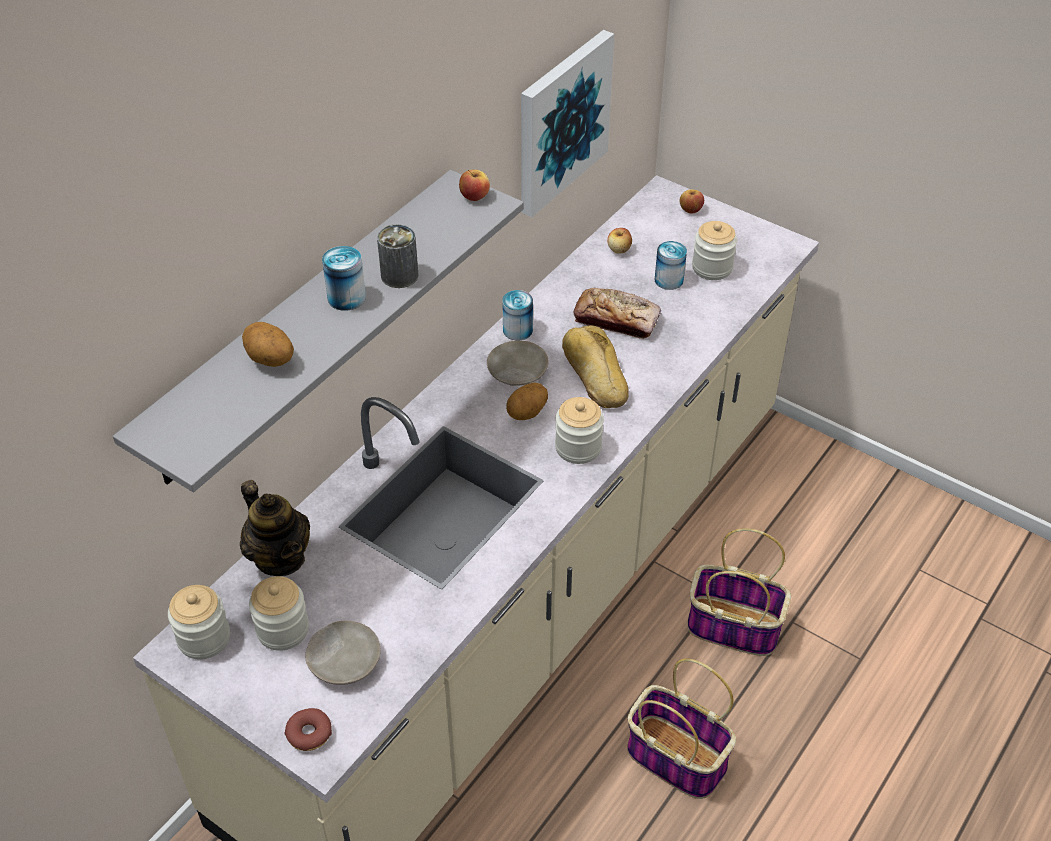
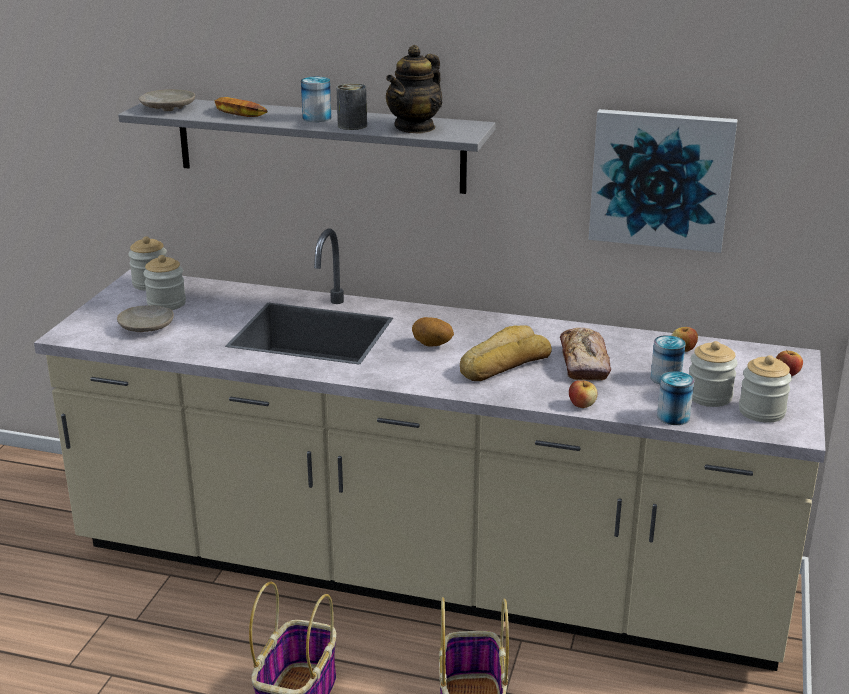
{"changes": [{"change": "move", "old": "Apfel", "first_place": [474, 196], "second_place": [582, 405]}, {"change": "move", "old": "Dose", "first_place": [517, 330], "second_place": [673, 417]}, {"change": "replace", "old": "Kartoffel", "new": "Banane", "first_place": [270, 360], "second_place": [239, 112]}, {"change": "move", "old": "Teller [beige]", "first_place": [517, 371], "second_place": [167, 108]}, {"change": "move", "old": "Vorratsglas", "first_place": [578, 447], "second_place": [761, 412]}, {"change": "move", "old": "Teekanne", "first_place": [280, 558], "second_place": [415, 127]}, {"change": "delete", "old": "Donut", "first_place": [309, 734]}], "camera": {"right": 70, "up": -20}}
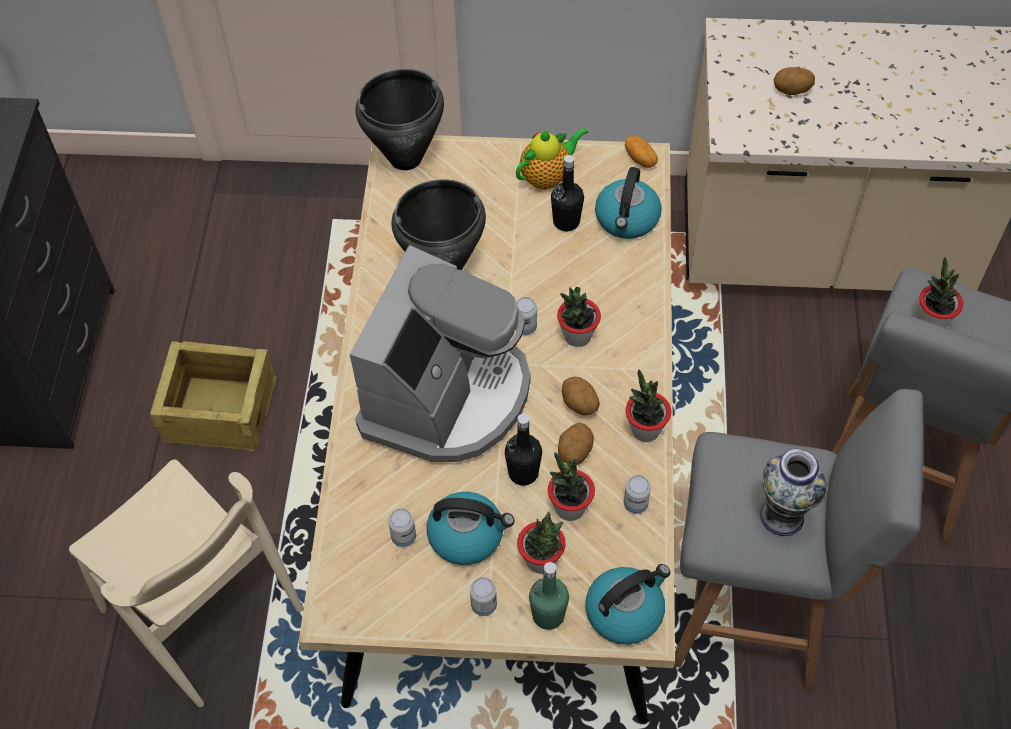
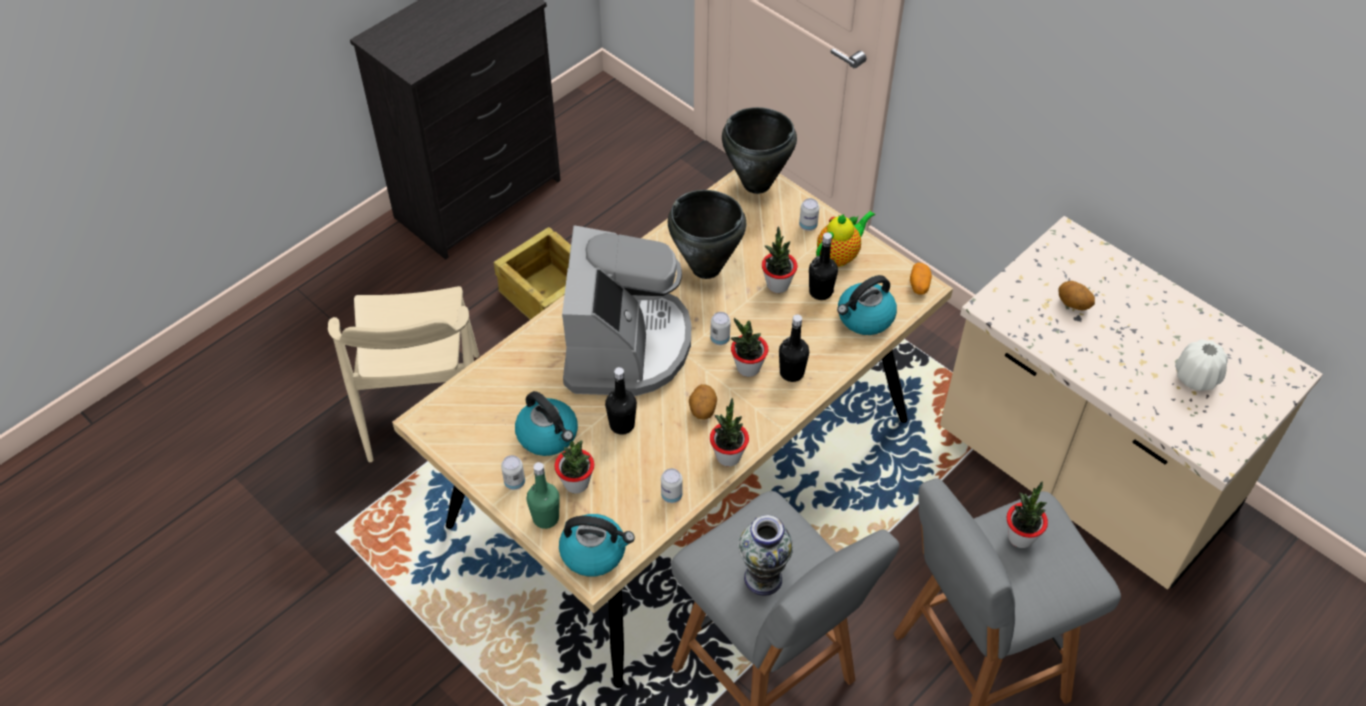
{"changes": [{"change": "rotate", "old": "Teekanne", "first_place": [548, 176], "second_place": [840, 255], "degrees": -45}, {"change": "rotate", "old": "Kaffeemaschine", "first_place": [447, 395], "second_place": [625, 345], "degrees": -60}, {"change": "delete", "old": "Kartoffel", "first_place": [574, 452]}, {"change": "move", "old": "Topfpflanze", "first_place": [569, 508], "second_place": [777, 285]}, {"change": "move", "old": "Dose", "first_place": [403, 537], "second_place": [808, 225]}, {"change": "insert", "new": "Flasche [schwarz]", "second_place": [791, 373]}, {"change": "insert", "new": "Vase [weiß]", "second_place": [1196, 377]}], "camera": {"right": 40, "up": -5}}
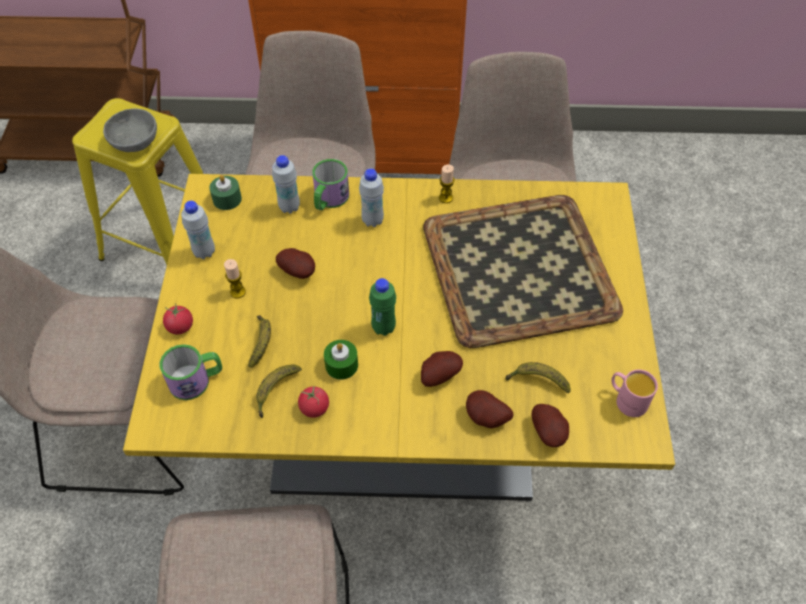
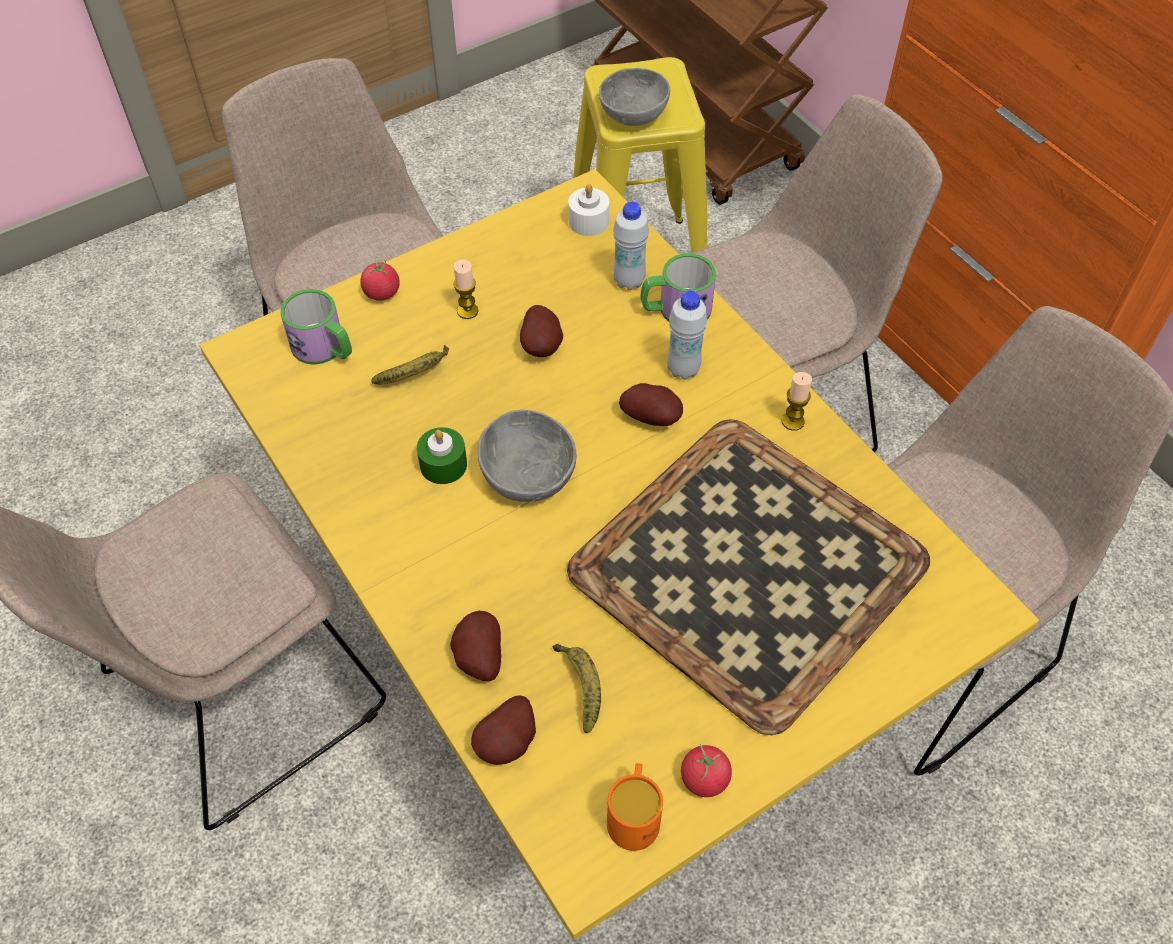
{"changes": [{"change": "recolor", "old": "Kerze [grün]", "new": "Kerze [weiß]", "first_place": [227, 199], "second_place": [588, 221]}, {"change": "delete", "old": "Flasche [weiß]", "first_place": [204, 252]}, {"change": "replace", "old": "Flasche [grün]", "new": "Schüssel [grau]", "first_place": [383, 328], "second_place": [529, 474]}, {"change": "move", "old": "Kartoffel", "first_place": [438, 375], "second_place": [652, 417]}, {"change": "delete", "old": "Banane", "first_place": [275, 391]}, {"change": "recolor", "old": "Henkelbecher [rosa]", "new": "Henkelbecher [orange]", "first_place": [626, 400], "second_place": [634, 815]}, {"change": "move", "old": "Tomate", "first_place": [314, 408], "second_place": [704, 779]}], "camera": {"right": 55, "up": 0}}
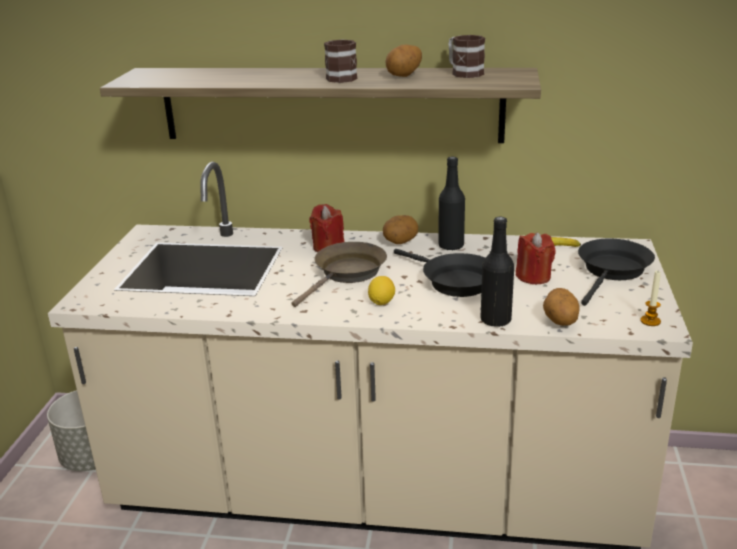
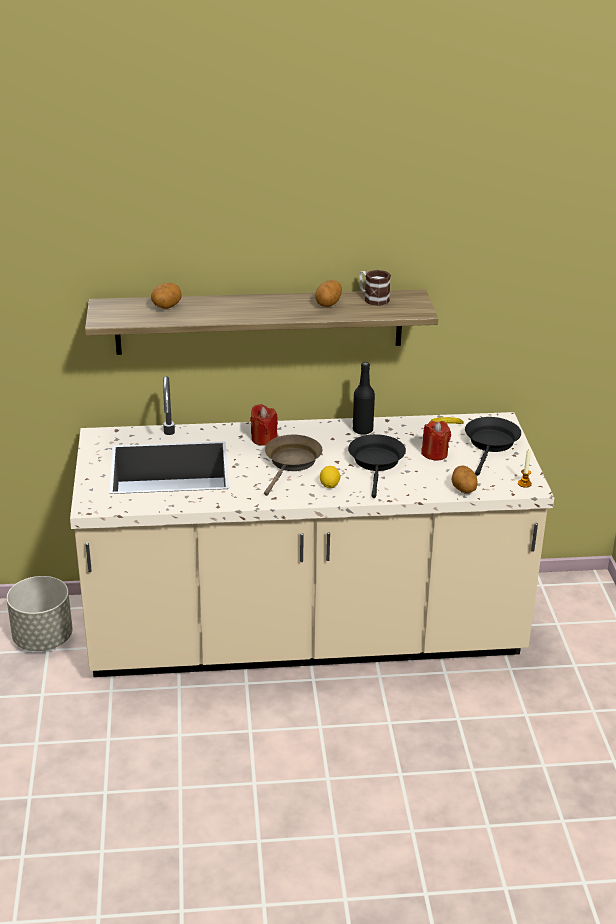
{"changes": [{"change": "delete", "old": "Henkelbecher", "first_place": [342, 77]}, {"change": "move", "old": "Kartoffel", "first_place": [400, 242], "second_place": [166, 307]}, {"change": "delete", "old": "Flasche [schwarz]", "first_place": [495, 320]}, {"change": "rotate", "old": "Pfanne [schwarz]", "first_place": [454, 281], "second_place": [376, 463], "degrees": -120}], "camera": {"right": -15, "up": 5}}
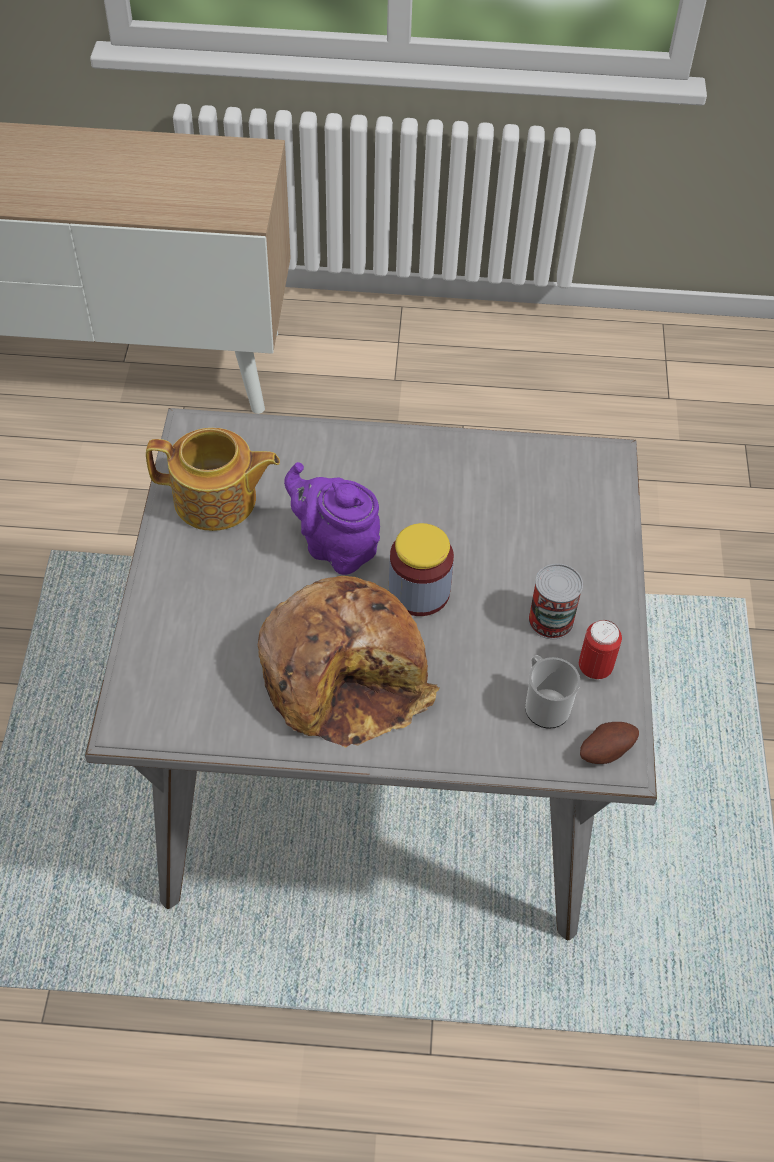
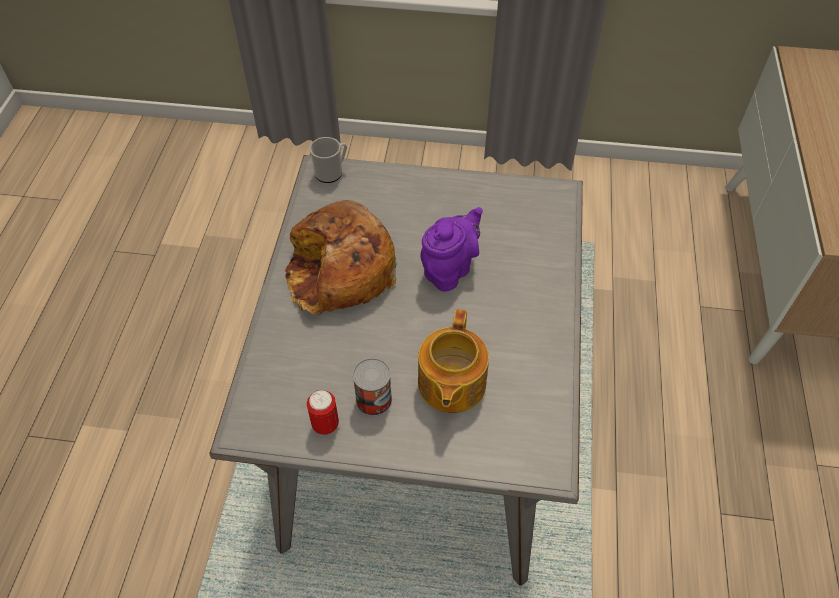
{"changes": [{"change": "move", "old": "Teekanne", "first_place": [217, 500], "second_place": [450, 385]}, {"change": "delete", "old": "Vorratsglas", "first_place": [419, 592]}, {"change": "move", "old": "Henkelbecher", "first_place": [544, 705], "second_place": [331, 172]}, {"change": "delete", "old": "Kartoffel", "first_place": [605, 750]}], "camera": {"right": 95, "up": 0}}
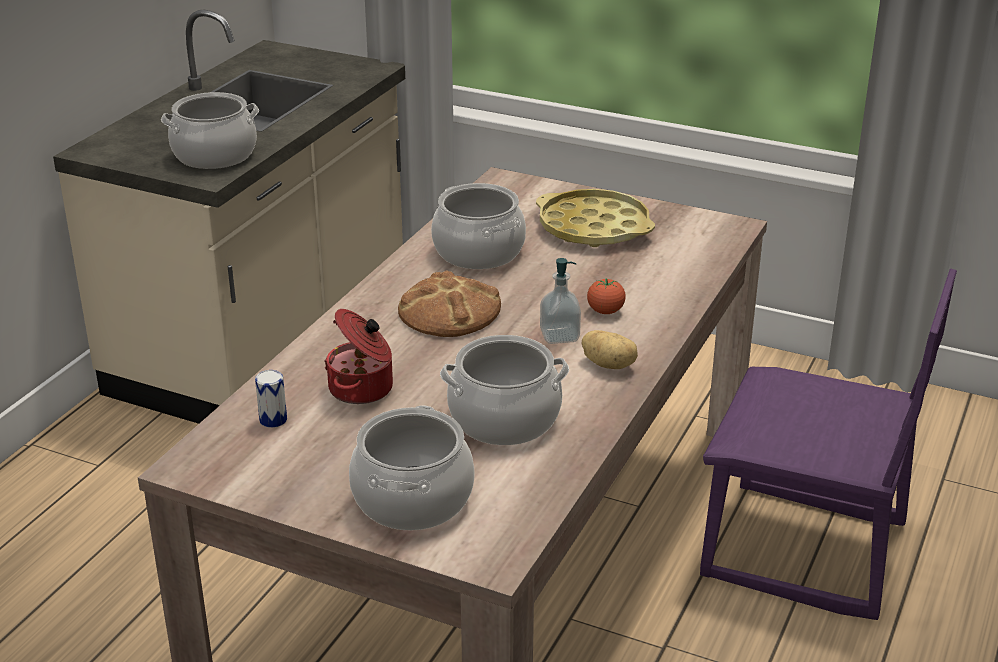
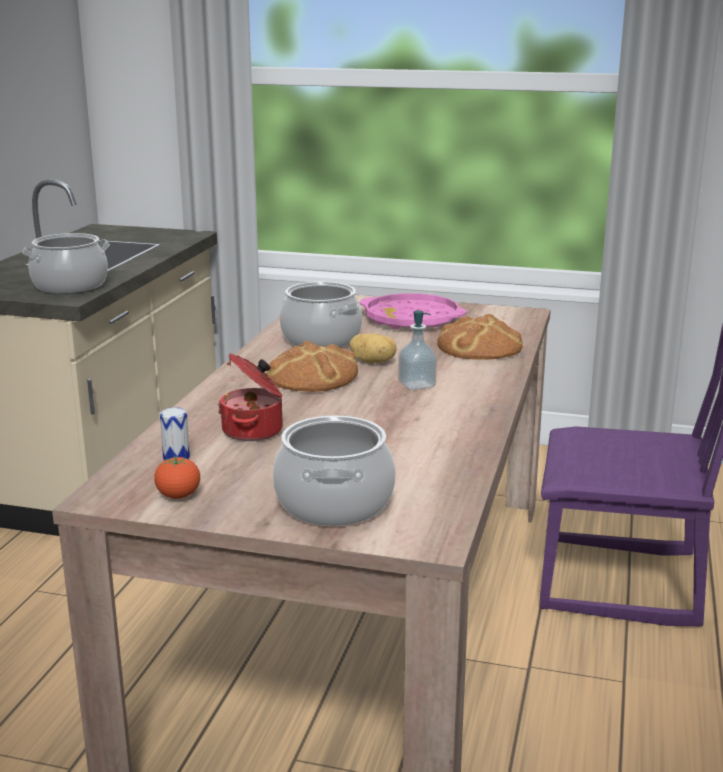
{"changes": [{"change": "recolor", "old": "Tablett [gelb]", "new": "Tablett [rosa]", "first_place": [593, 228], "second_place": [412, 320]}, {"change": "move", "old": "Tomate", "first_place": [605, 311], "second_place": [178, 496]}, {"change": "move", "old": "Kartoffel", "first_place": [609, 364], "second_place": [373, 361]}, {"change": "delete", "old": "Kochtopf", "first_place": [504, 418]}, {"change": "insert", "new": "Brot", "second_place": [480, 346]}], "camera": {"right": -10, "up": -10}}
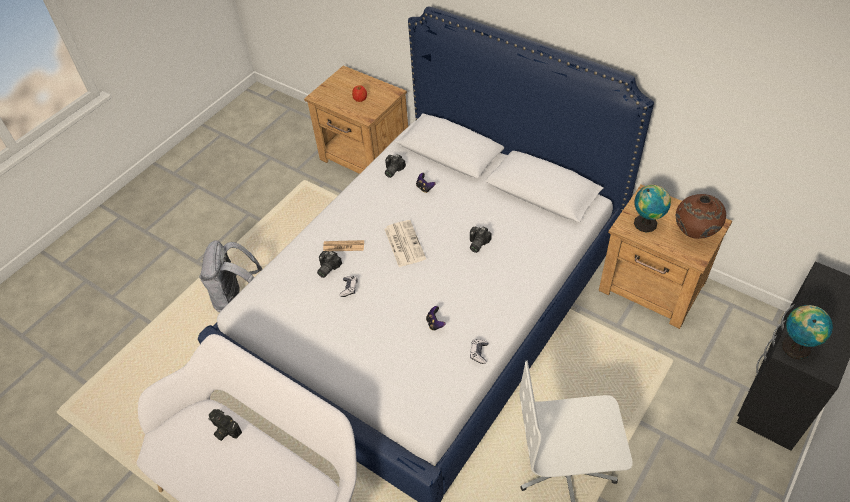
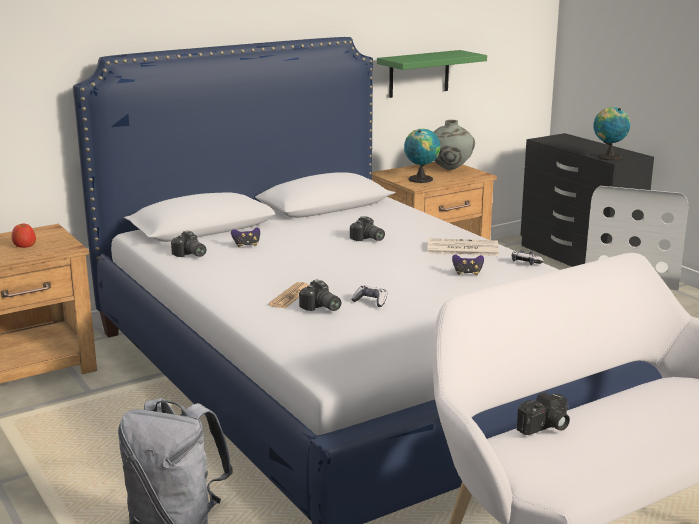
{"changes": [{"change": "recolor", "old": "Vase [braun]", "new": "Vase [grau]", "first_place": [694, 233], "second_place": [450, 170]}, {"change": "move", "old": "Zeitung", "first_place": [404, 243], "second_place": [461, 249]}, {"change": "insert", "new": "Wandregal [grün]", "second_place": [419, 74]}], "camera": {"right": -70, "up": -30}}
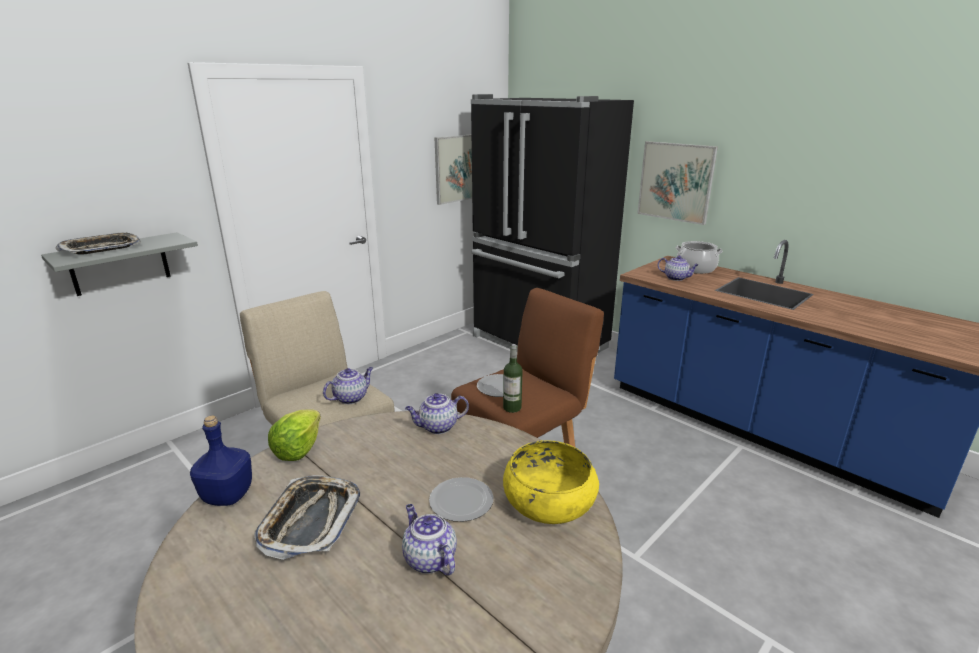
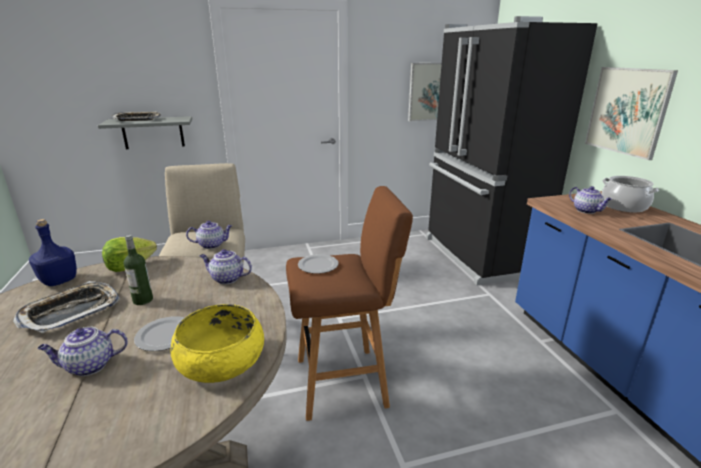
{"changes": [{"change": "move", "old": "Flasche", "first_place": [512, 408], "second_place": [143, 300]}, {"change": "rotate", "old": "Teekanne", "first_place": [429, 559], "second_place": [89, 366], "degrees": -105}], "camera": {"right": 30, "up": 0}}
